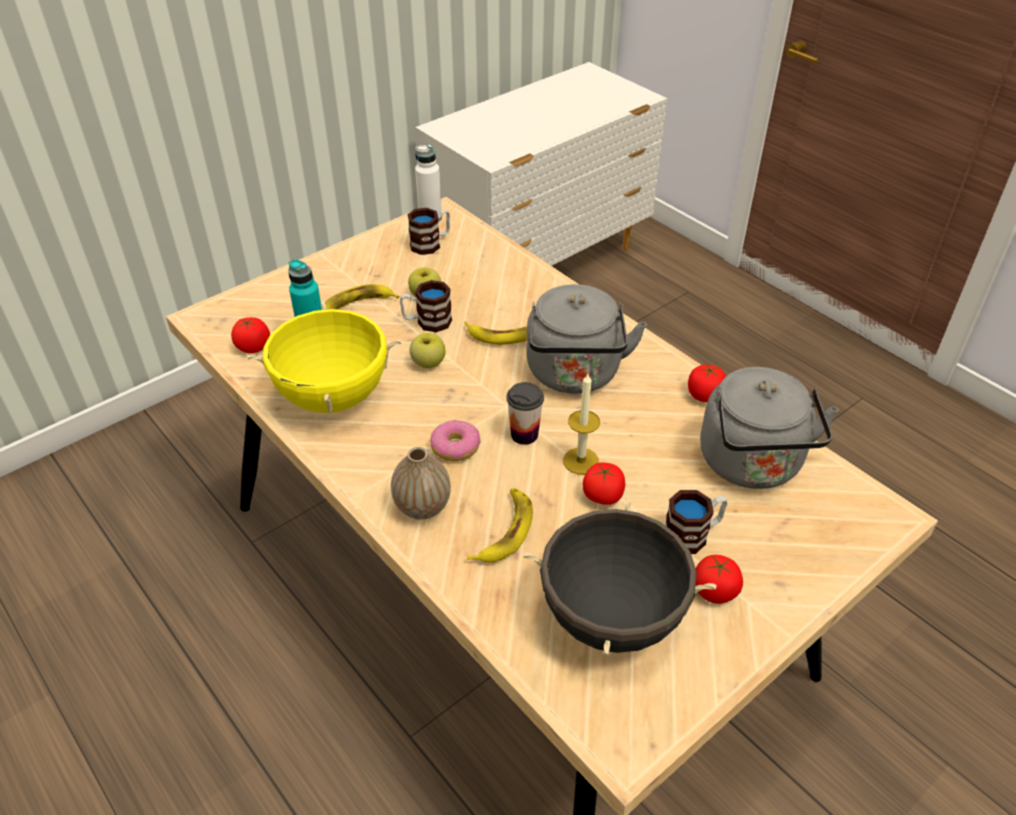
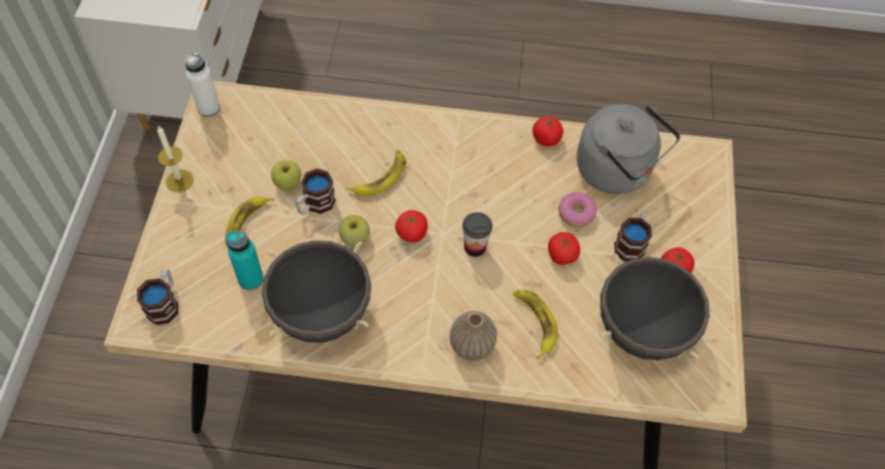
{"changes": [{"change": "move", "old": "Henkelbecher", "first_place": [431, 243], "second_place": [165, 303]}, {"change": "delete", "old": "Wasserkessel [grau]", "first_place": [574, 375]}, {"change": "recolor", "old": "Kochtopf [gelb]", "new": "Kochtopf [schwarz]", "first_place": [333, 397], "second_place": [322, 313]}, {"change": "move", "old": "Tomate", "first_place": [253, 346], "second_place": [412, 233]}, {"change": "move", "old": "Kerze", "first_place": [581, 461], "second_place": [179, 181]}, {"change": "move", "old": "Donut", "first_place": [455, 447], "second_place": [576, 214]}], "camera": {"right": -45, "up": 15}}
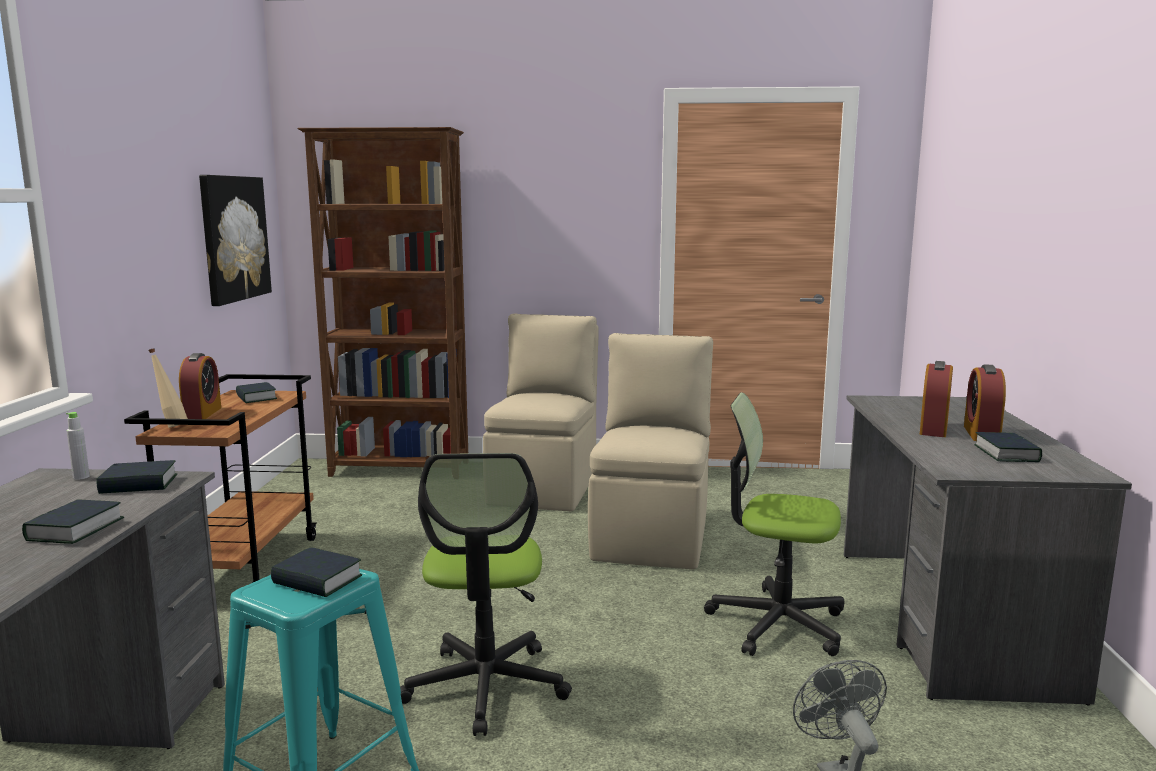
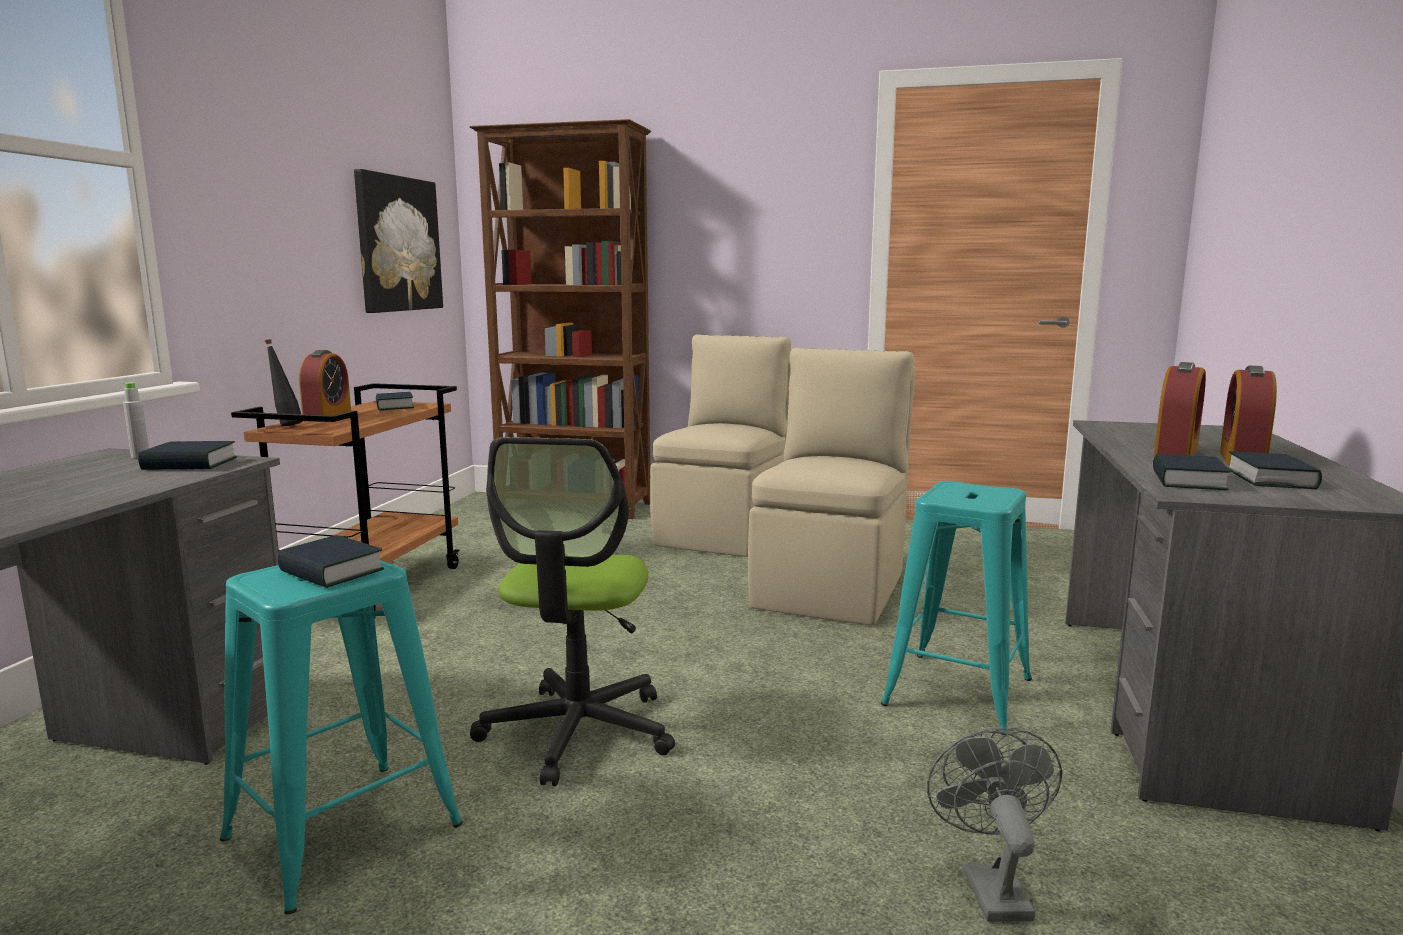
{"changes": [{"change": "recolor", "old": "Flasche [beige]", "new": "Flasche [schwarz]", "first_place": [171, 426], "second_place": [286, 425]}, {"change": "replace", "old": "Bürostuhl", "new": "Hocker [türkis]", "first_place": [777, 623], "second_place": [957, 692]}, {"change": "move", "old": "Buch", "first_place": [75, 529], "second_place": [1187, 481]}], "camera": {"right": 10, "up": 0}}
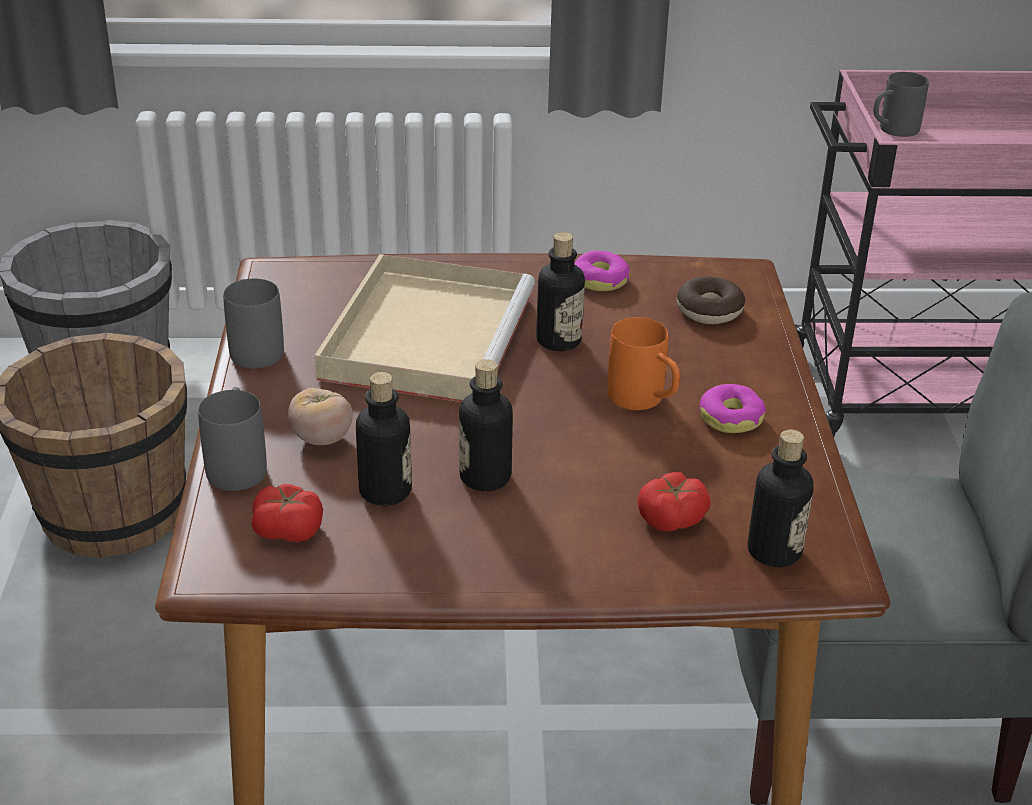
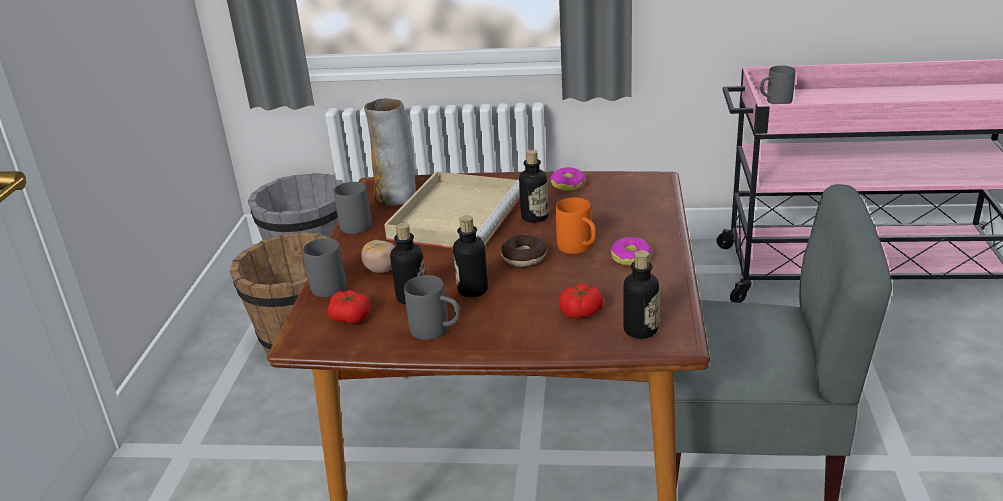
{"changes": [{"change": "move", "old": "Donut", "first_place": [709, 310], "second_place": [524, 257]}, {"change": "insert", "new": "Vase", "second_place": [396, 196]}, {"change": "insert", "new": "Henkelbecher [grau]", "second_place": [437, 331]}], "camera": {"right": 10, "up": -5}}
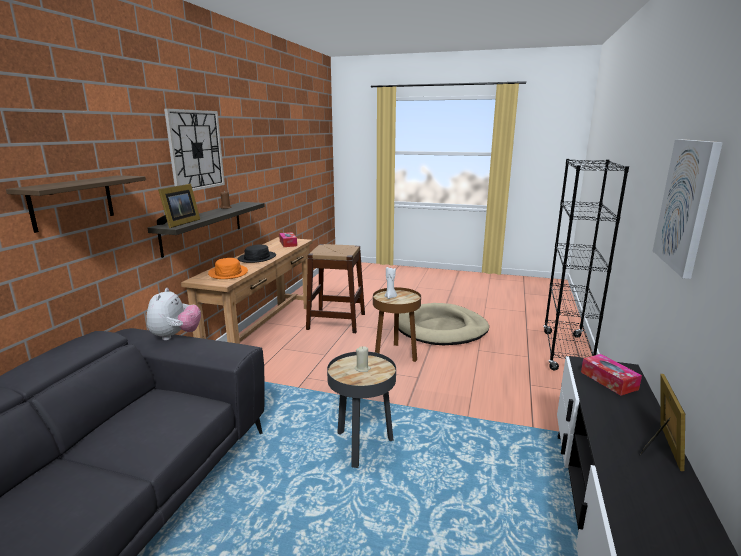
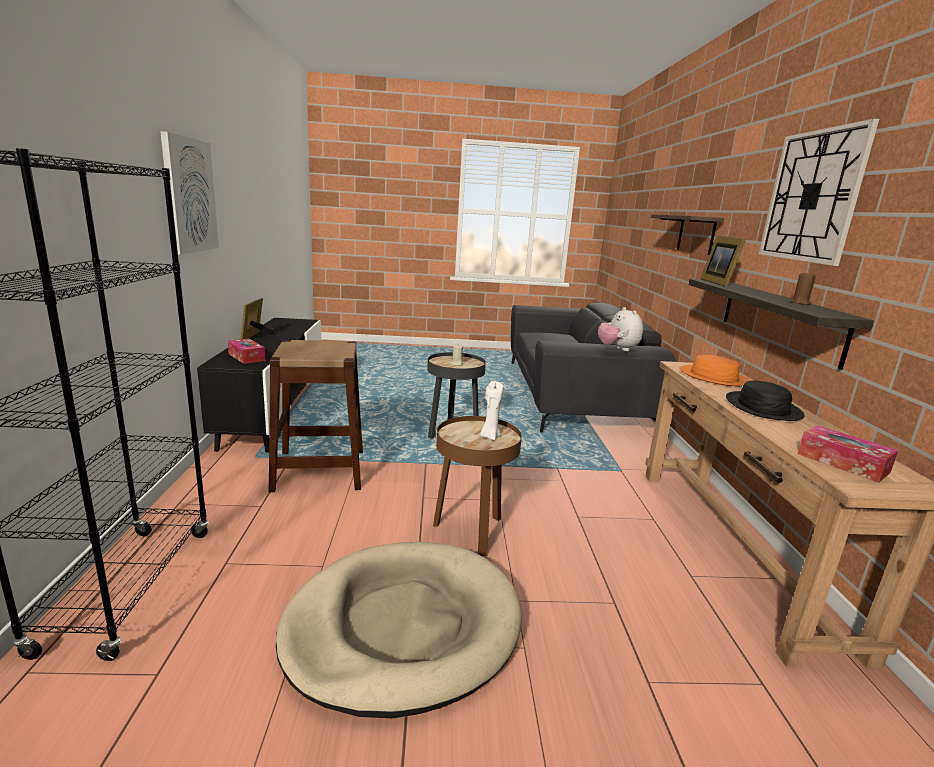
{"changes": [{"change": "move", "old": "Hocker [braun]", "first_place": [336, 321], "second_place": [319, 470]}], "camera": {"right": 160, "up": 0}}
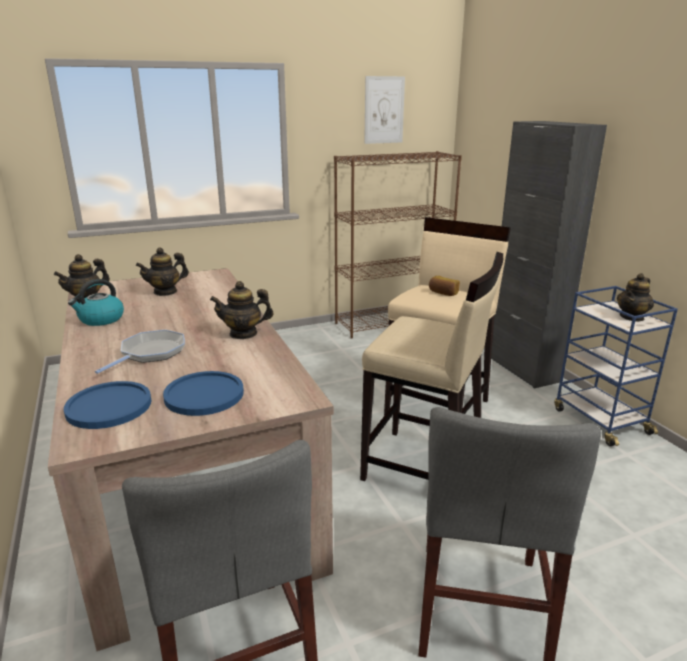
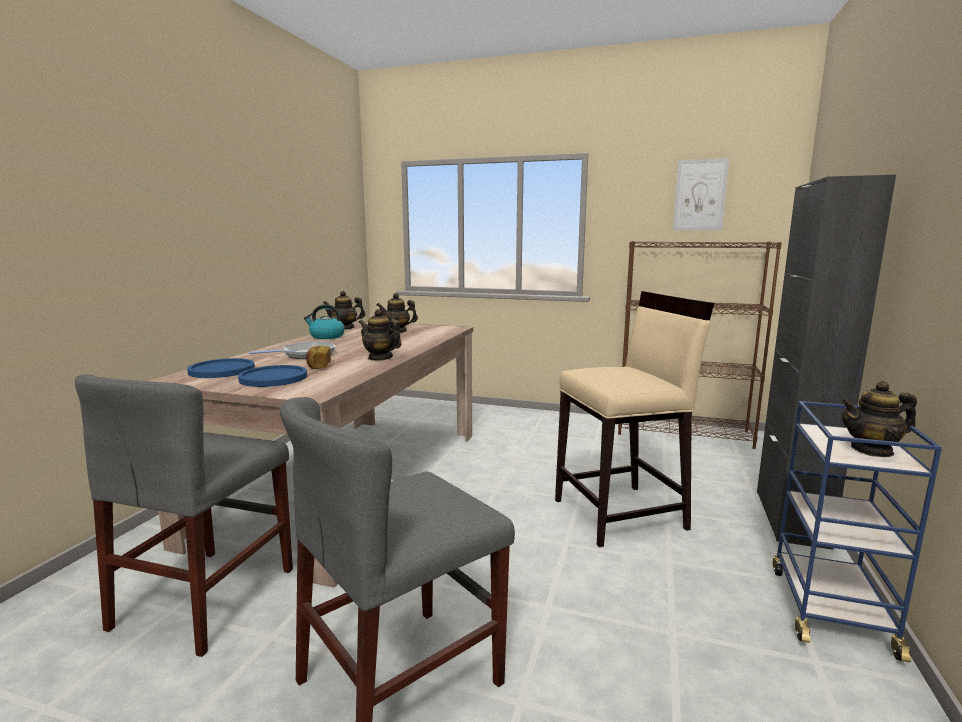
{"changes": [{"change": "delete", "old": "Hocker [beige]", "first_place": [423, 468]}, {"change": "move", "old": "Brot", "first_place": [443, 293], "second_place": [318, 366]}], "camera": {"right": 40, "up": -10}}
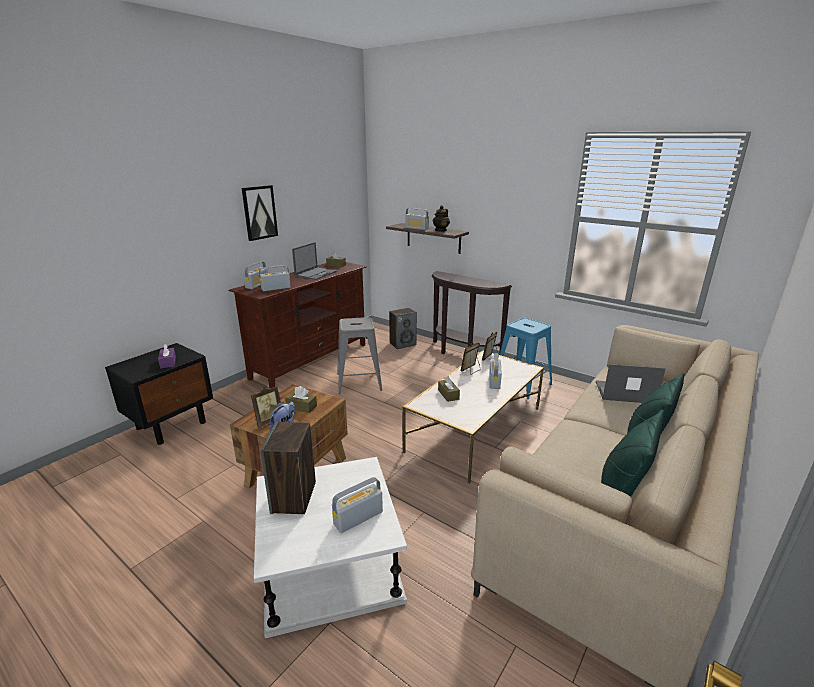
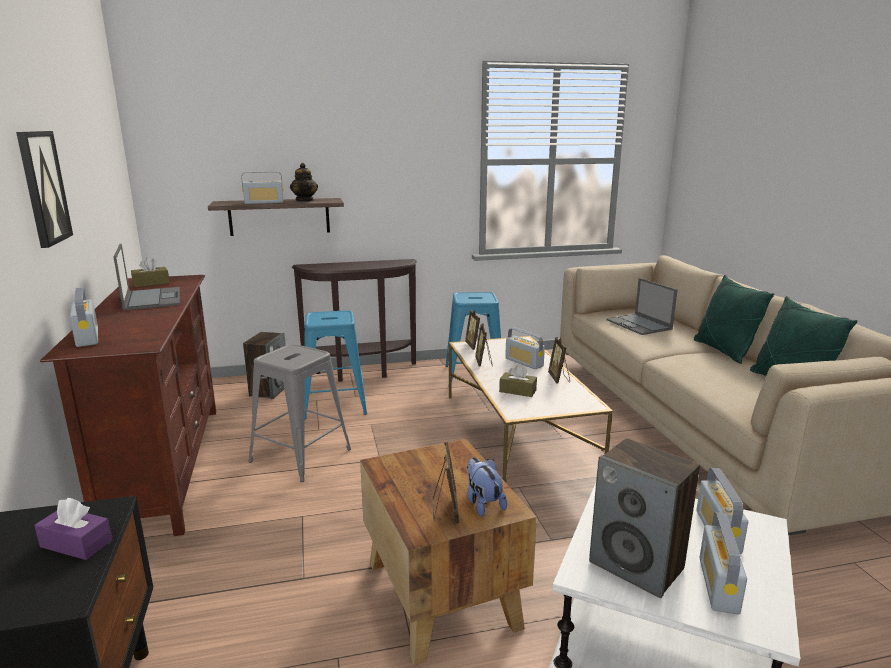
{"changes": [{"change": "move", "old": "Radio", "first_place": [276, 288], "second_place": [718, 585]}, {"change": "rotate", "old": "Laptop", "first_place": [624, 392], "second_place": [639, 325], "degrees": -75}, {"change": "delete", "old": "Taschentuchbox [braun]", "first_place": [301, 407]}, {"change": "insert", "new": "Hocker [blau]", "second_place": [334, 404]}, {"change": "insert", "new": "Bilderrahmen", "second_place": [559, 379]}], "camera": {"right": -50, "up": -5}}
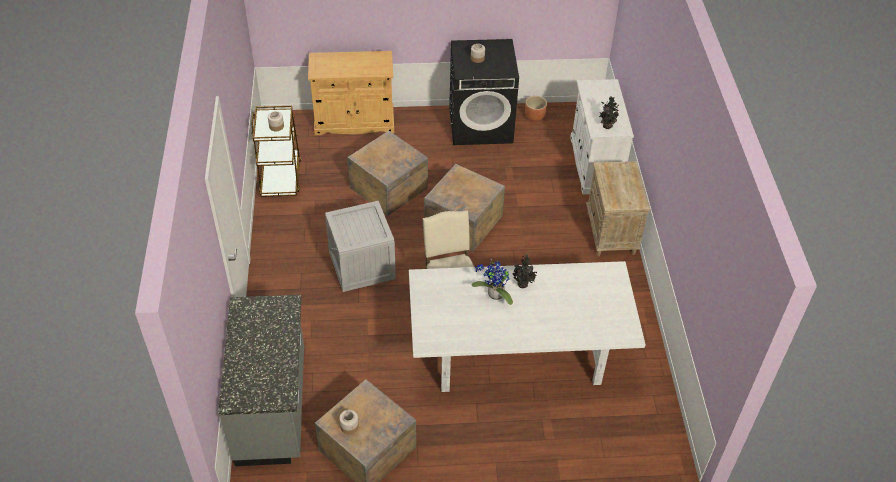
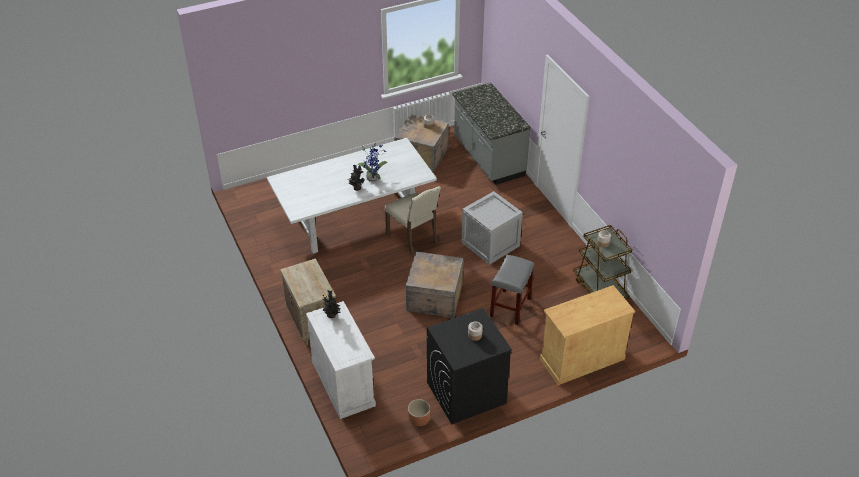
{"changes": [{"change": "replace", "old": "Kiste", "new": "Hocker [grau]", "first_place": [388, 186], "second_place": [510, 307]}], "camera": {"right": 160, "up": -5}}
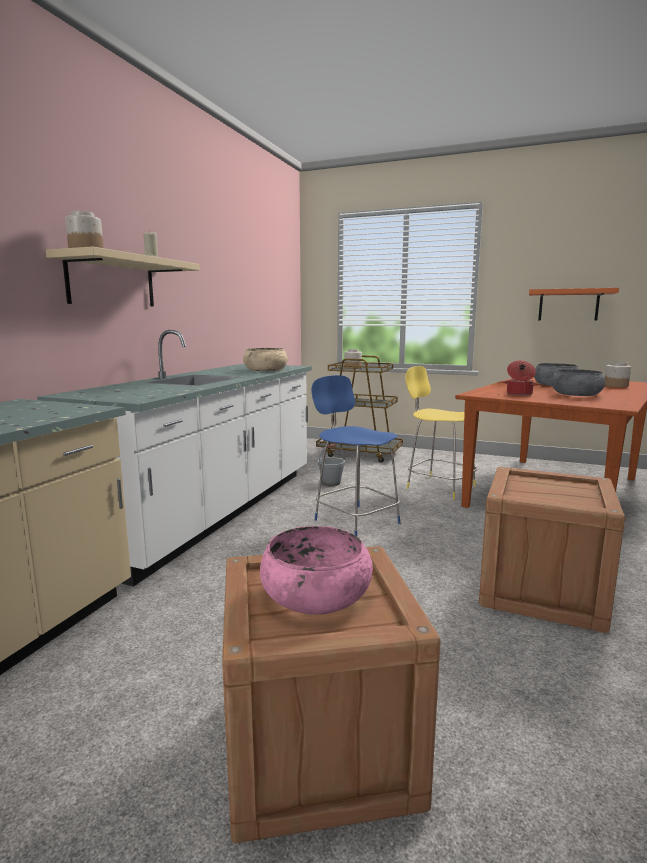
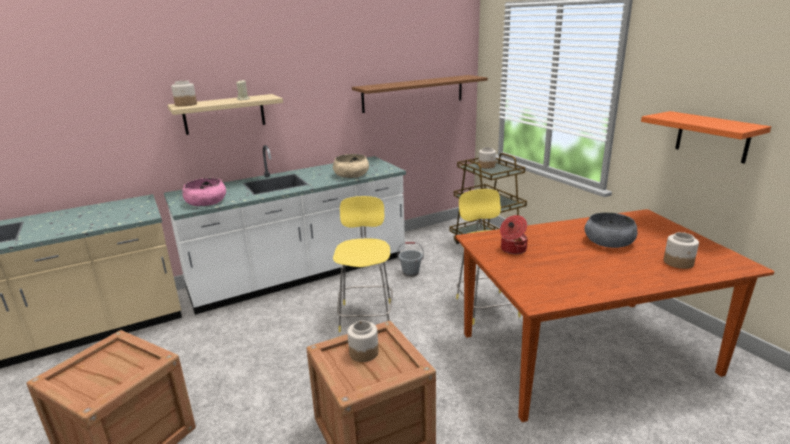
{"changes": [{"change": "delete", "old": "Schüssel [grau]", "first_place": [576, 394]}, {"change": "recolor", "old": "Hocker [blau]", "new": "Hocker [gelb]", "first_place": [354, 520], "second_place": [366, 315]}, {"change": "move", "old": "Schüssel [rosa]", "first_place": [315, 594], "second_place": [206, 202]}, {"change": "insert", "new": "Wandregal [braun]", "second_place": [413, 93]}, {"change": "insert", "new": "Vorratsglas", "second_place": [363, 352]}], "camera": {"right": 40, "up": 10}}
